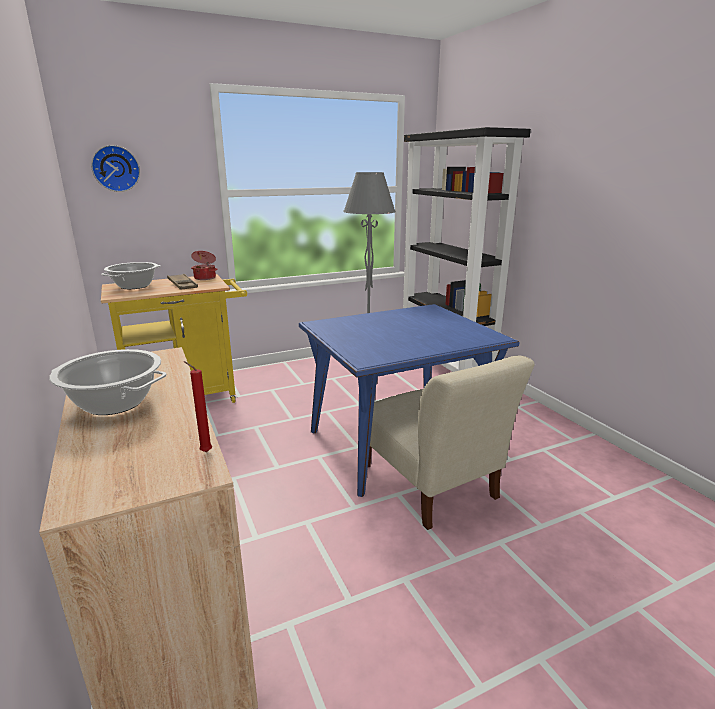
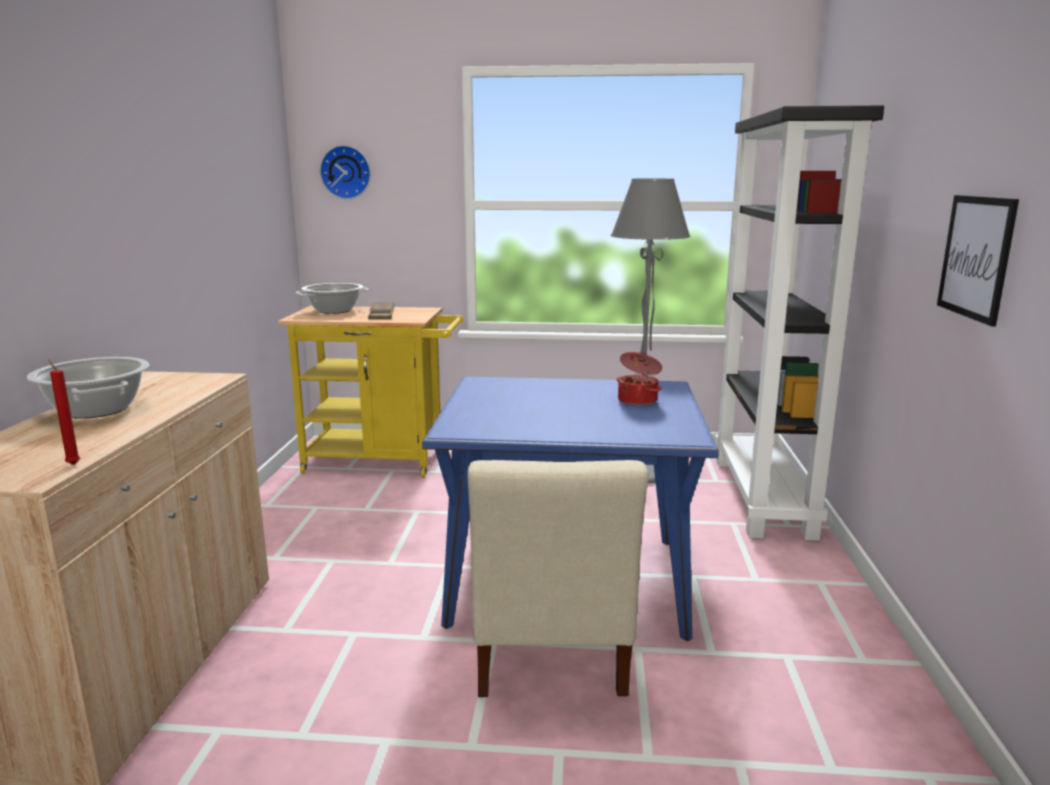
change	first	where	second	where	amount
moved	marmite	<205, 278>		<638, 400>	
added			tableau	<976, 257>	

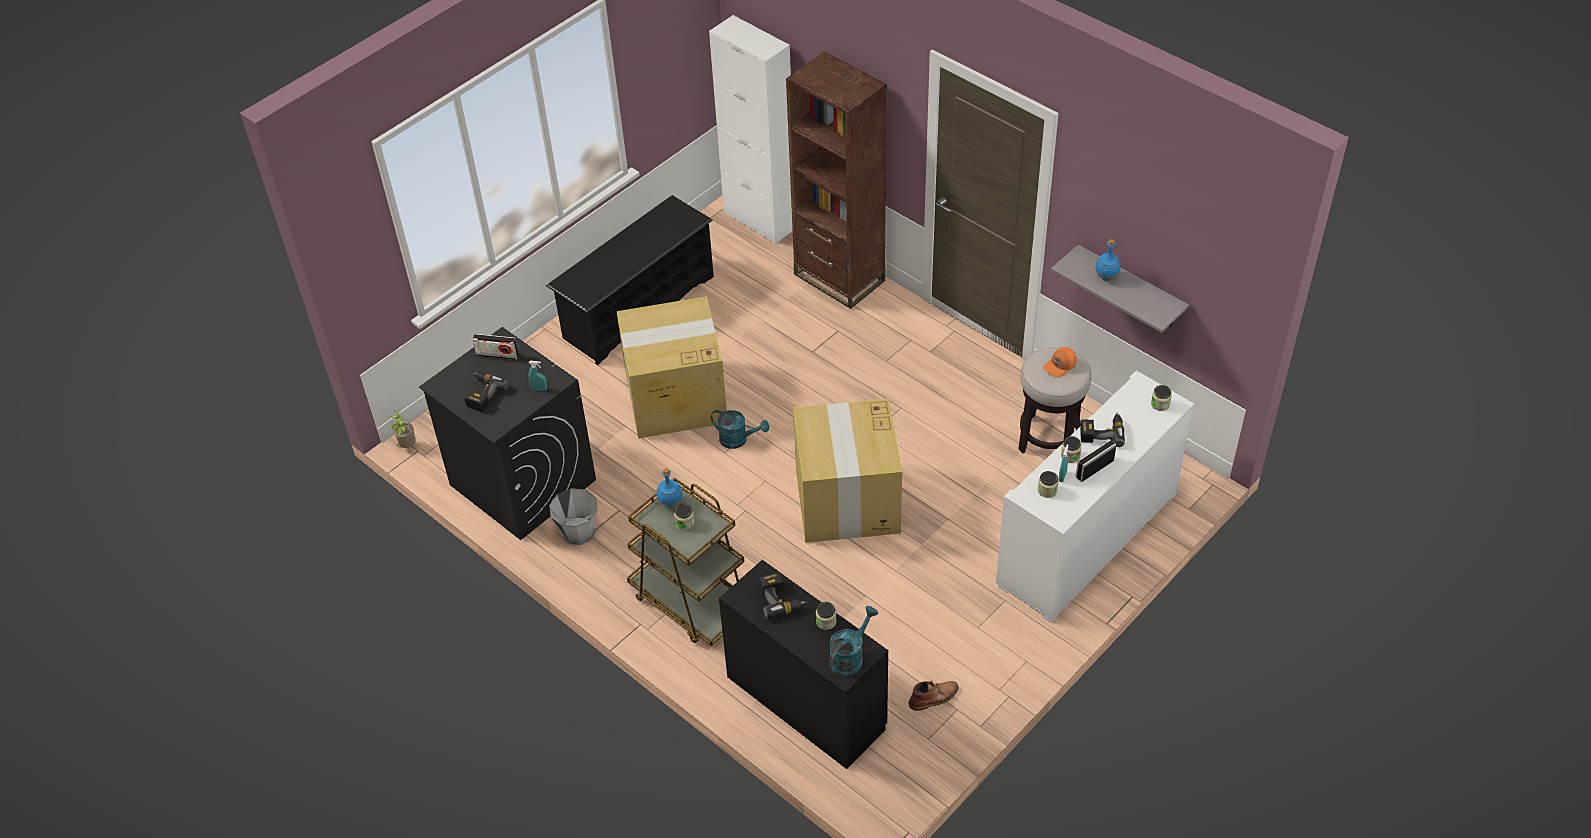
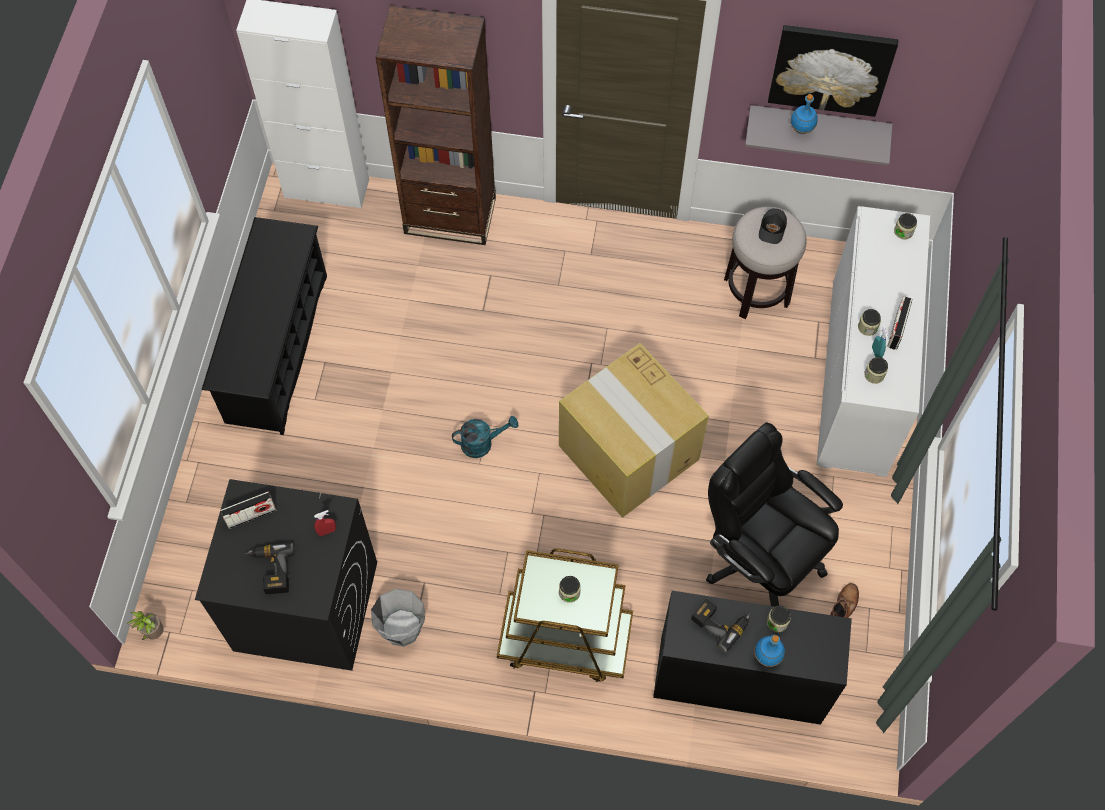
change	first	where	second	where	amount
removed	carton	<674, 398>			
recoloured	casquette/orange	<1060, 366>	casquette/noir	<773, 229>	
recoloured	vaporisateur/turquoise	<539, 389>	vaporisateur/rouge	<327, 531>	
removed	perceuse	<1101, 432>			
moved	bouteille/bleu	<670, 503>		<767, 656>	
removed	arrosoir/turquoise	<850, 657>			
added			tableau	<831, 68>	
added			chaise de bureau/noir	<760, 557>	

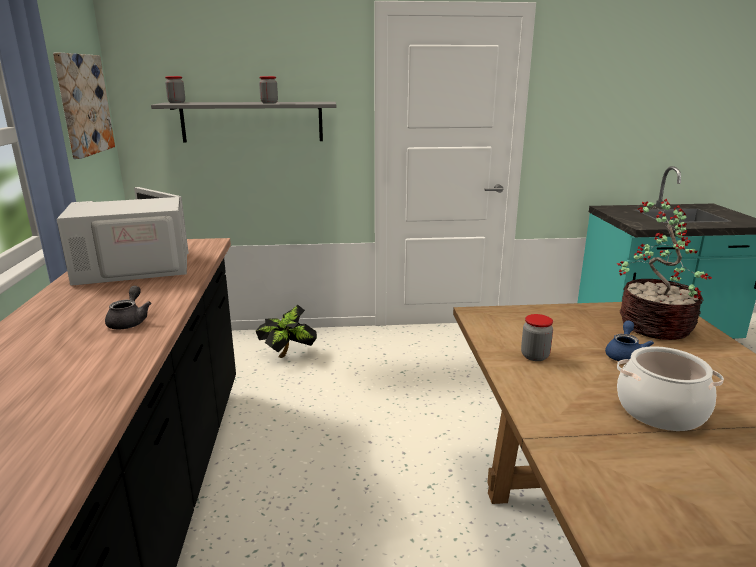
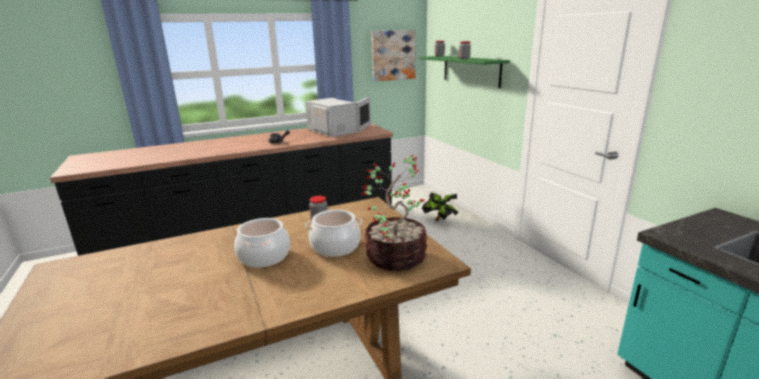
change	first	where	second	where	amount
recoloured	étagère/gris	<252, 122>	étagère/vert	<470, 70>	
replaced	théière/bleu	<624, 355>	marmite	<335, 246>	

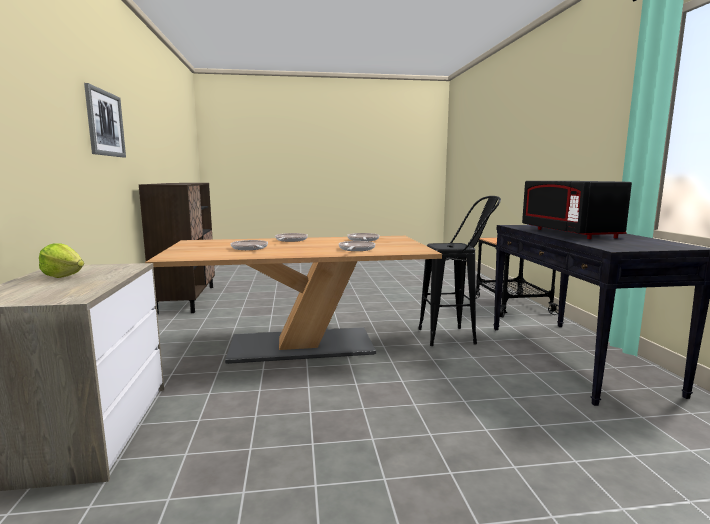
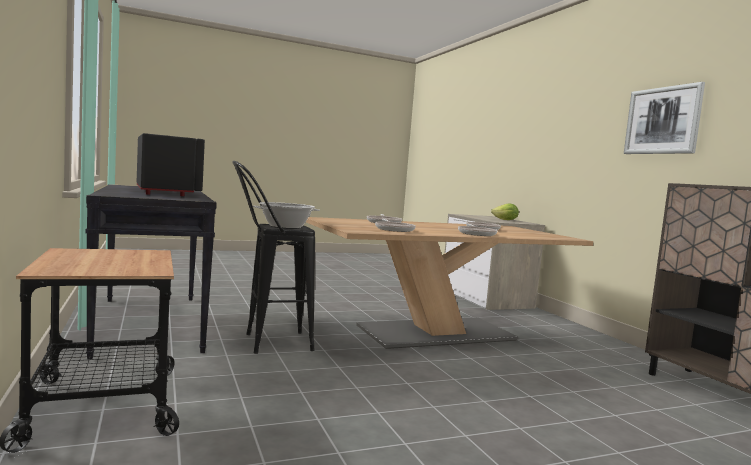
change	first	where	second	where	amount
added			marmite	<285, 226>	

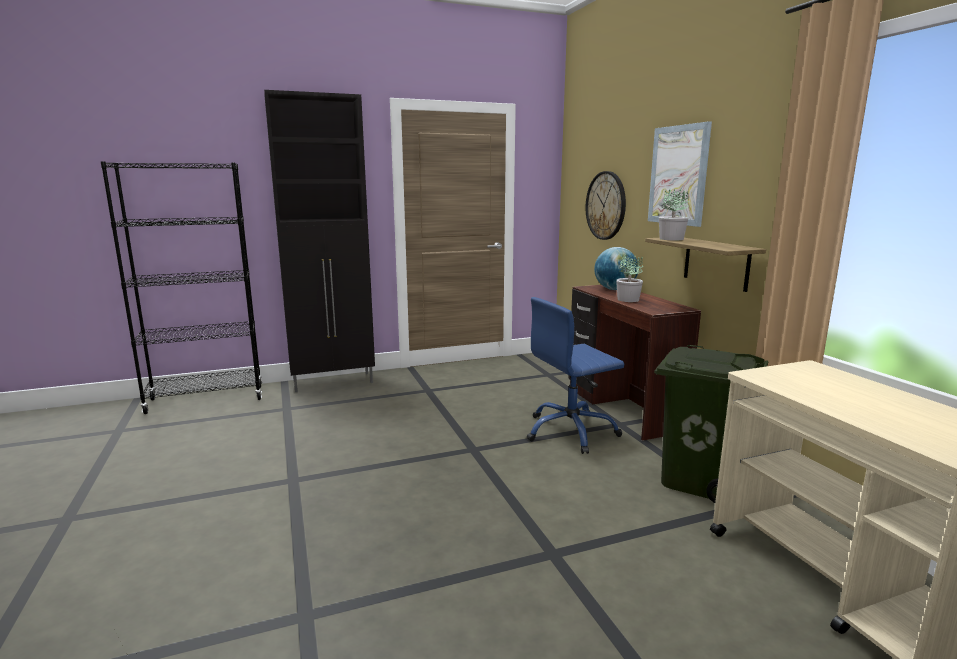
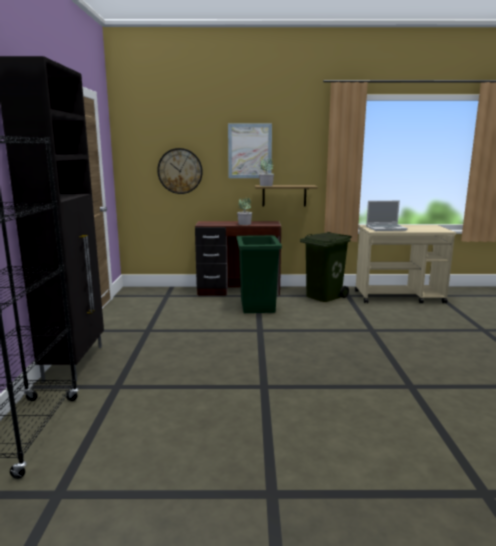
change	first	where	second	where	amount
removed	globe	<615, 289>			
replaced	chaise de bureau/bleu	<571, 431>	poubelle/vert	<257, 306>	
added			ordinateur portable	<386, 228>	

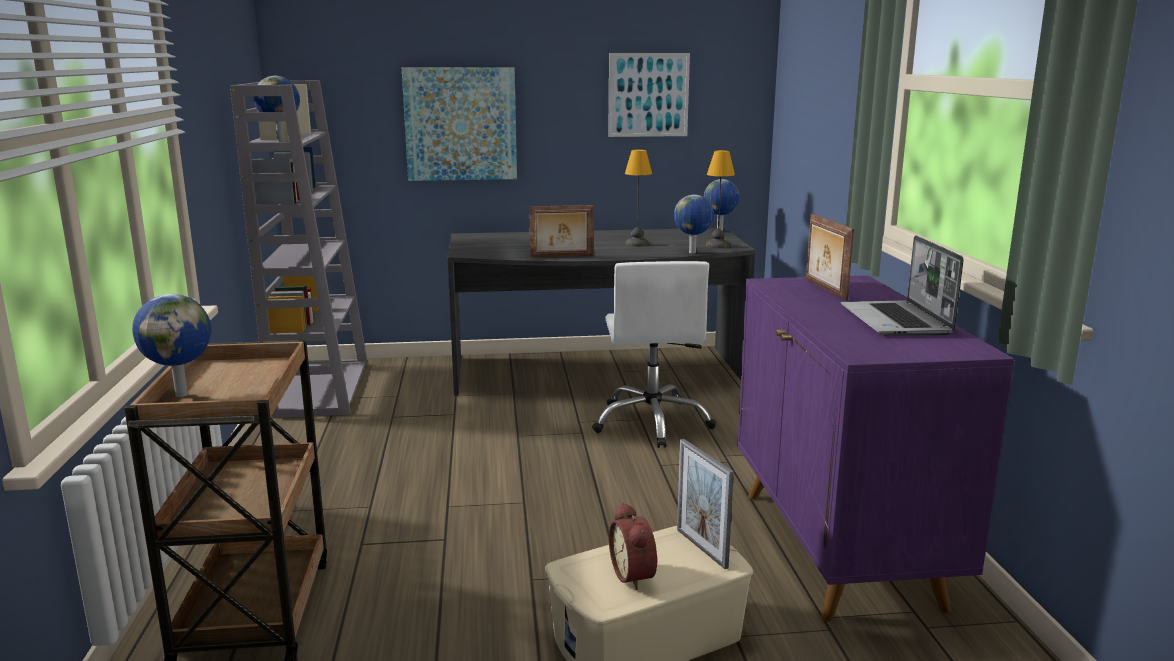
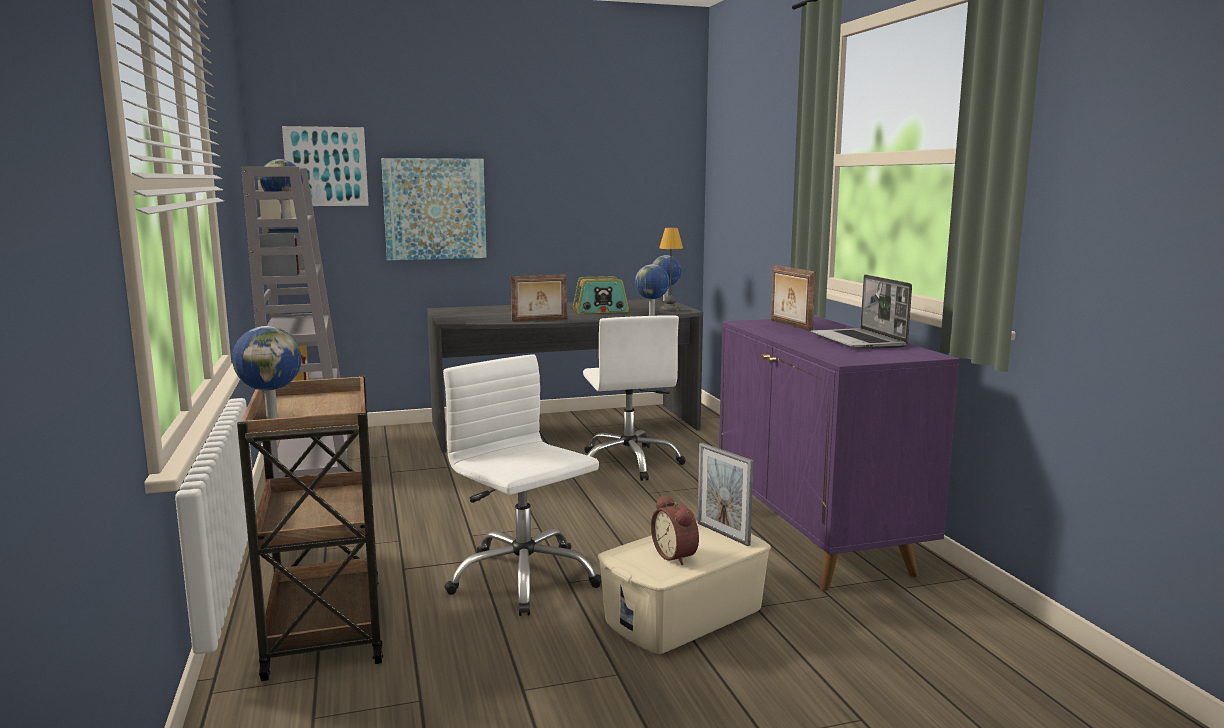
change	first	where	second	where	amount
moved	tableau	<648, 95>		<326, 166>	
replaced	lampe de table	<637, 244>	radio	<600, 310>	
added			chaise de bureau/blanc	<523, 578>	

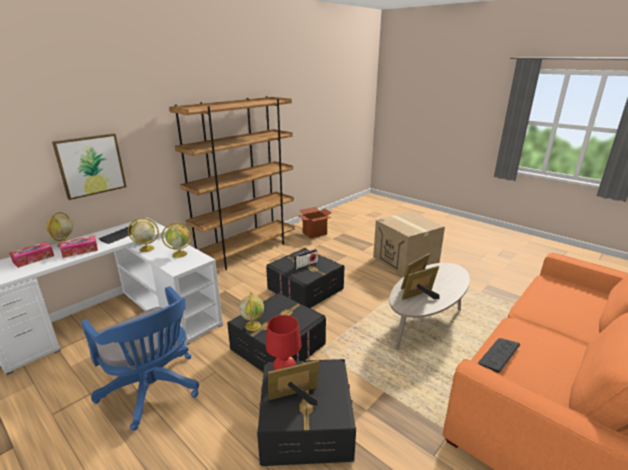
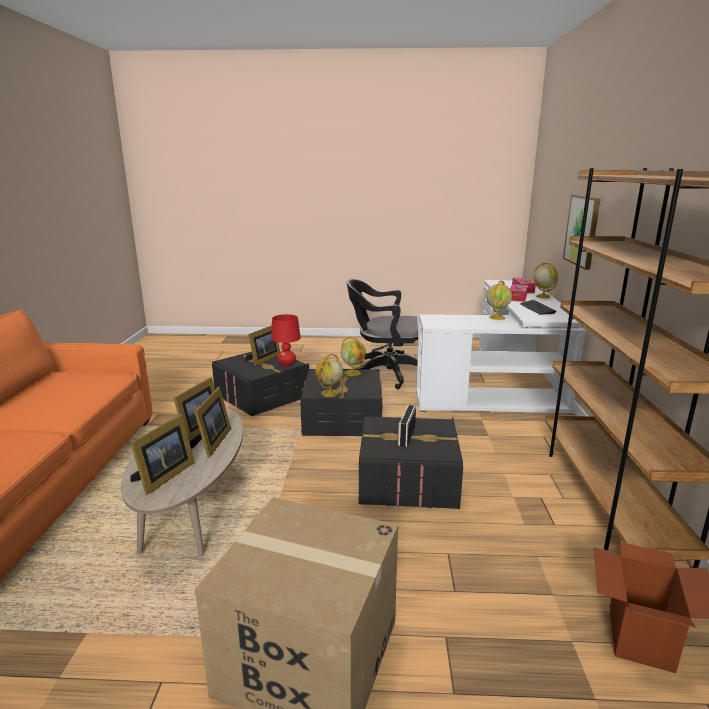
change	first	where	second	where	amount
moved	globe	<180, 254>		<329, 393>	
recoloured	chaise de bureau/bleu	<153, 390>	chaise de bureau/noir	<384, 373>	
removed	clavier	<499, 355>			
added			cadre photo	<163, 477>	

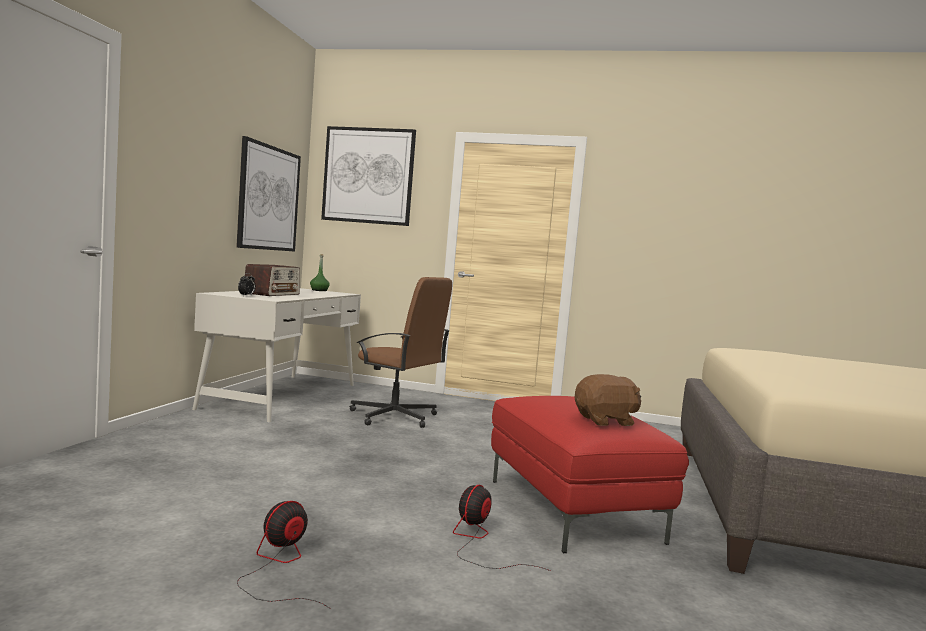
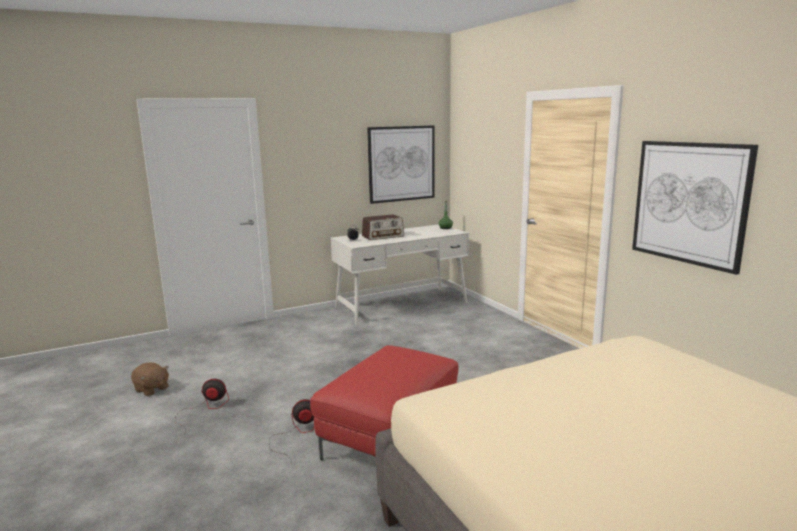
change	first	where	second	where	amount
moved	tableau	<368, 176>		<689, 203>	
removed	chaise de bureau/marron	<395, 417>			
moved	peluche/marron	<606, 421>		<151, 389>	

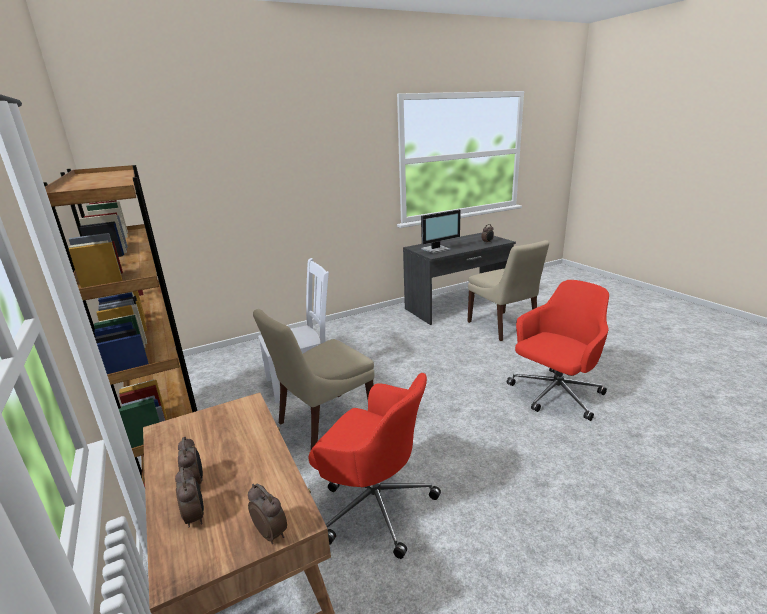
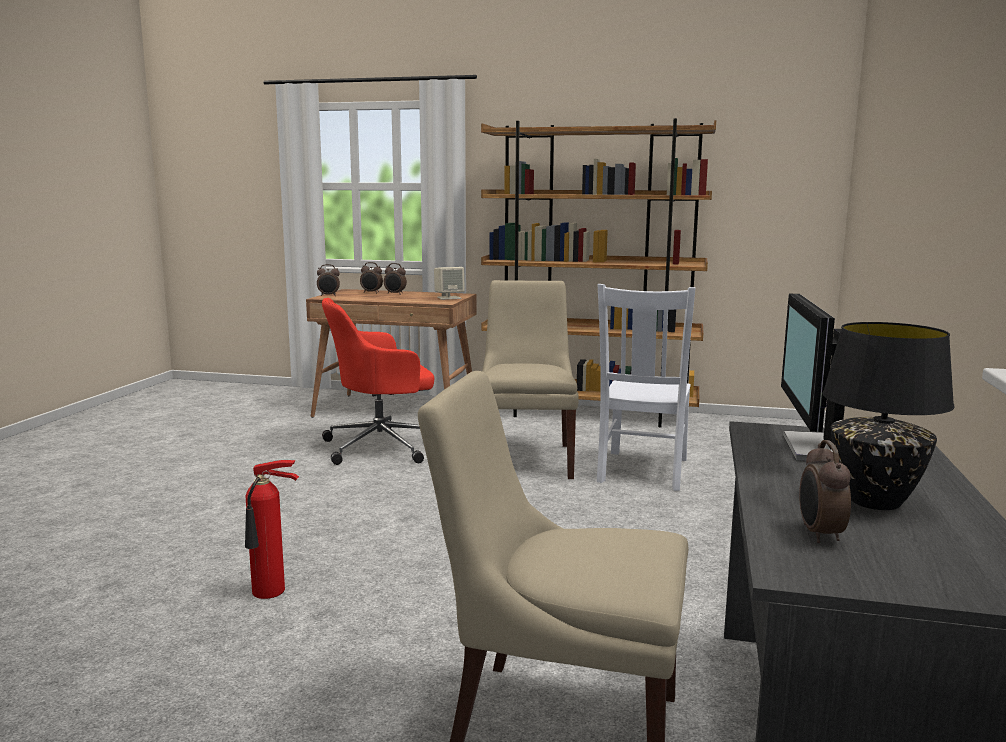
change	first	where	second	where	amount
replaced	chaise de bureau/rouge	<555, 395>	extincteur	<270, 593>	
added			enceinte/beige	<449, 298>	
added			lampe de table/noir	<875, 501>	

